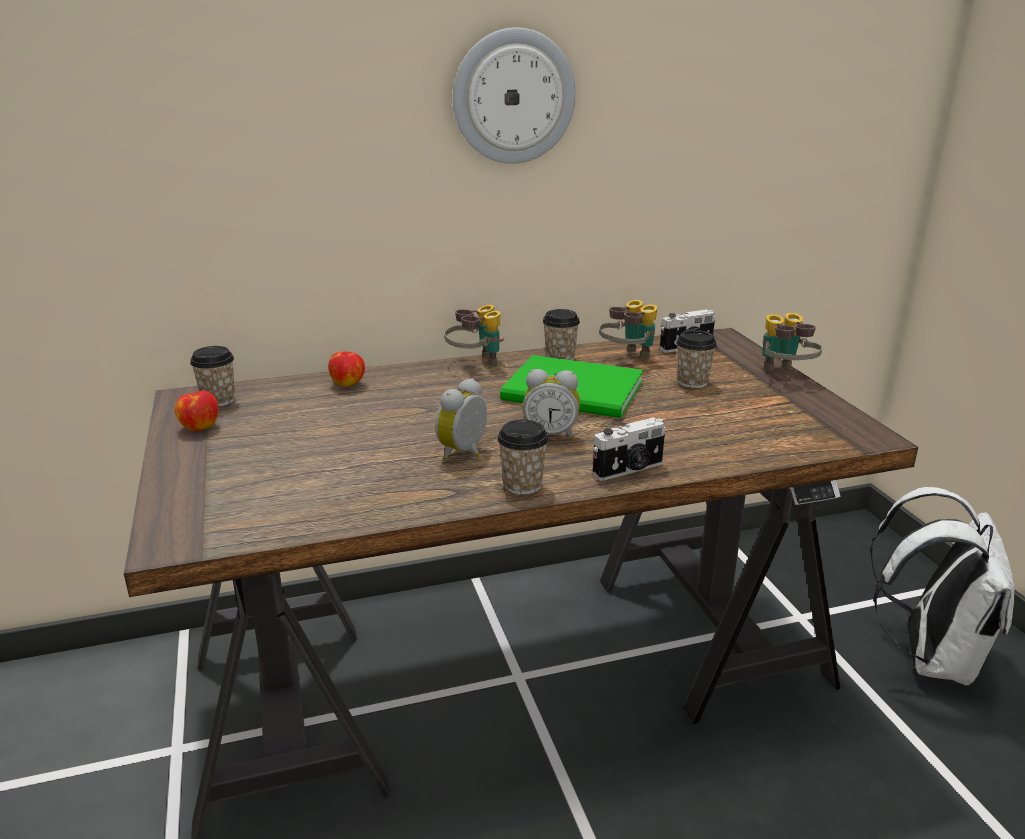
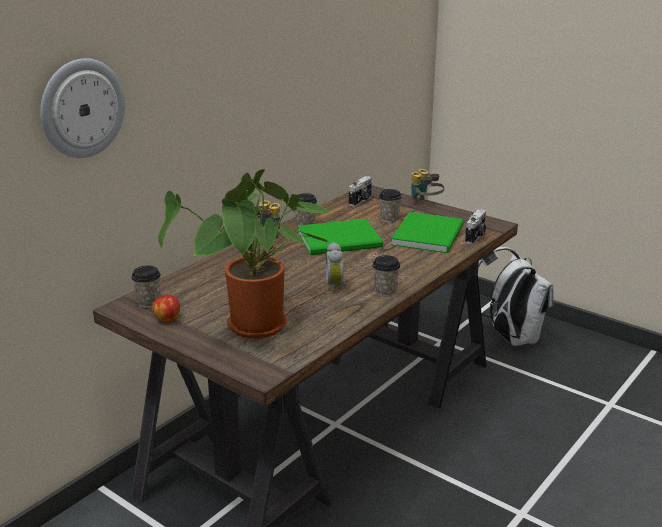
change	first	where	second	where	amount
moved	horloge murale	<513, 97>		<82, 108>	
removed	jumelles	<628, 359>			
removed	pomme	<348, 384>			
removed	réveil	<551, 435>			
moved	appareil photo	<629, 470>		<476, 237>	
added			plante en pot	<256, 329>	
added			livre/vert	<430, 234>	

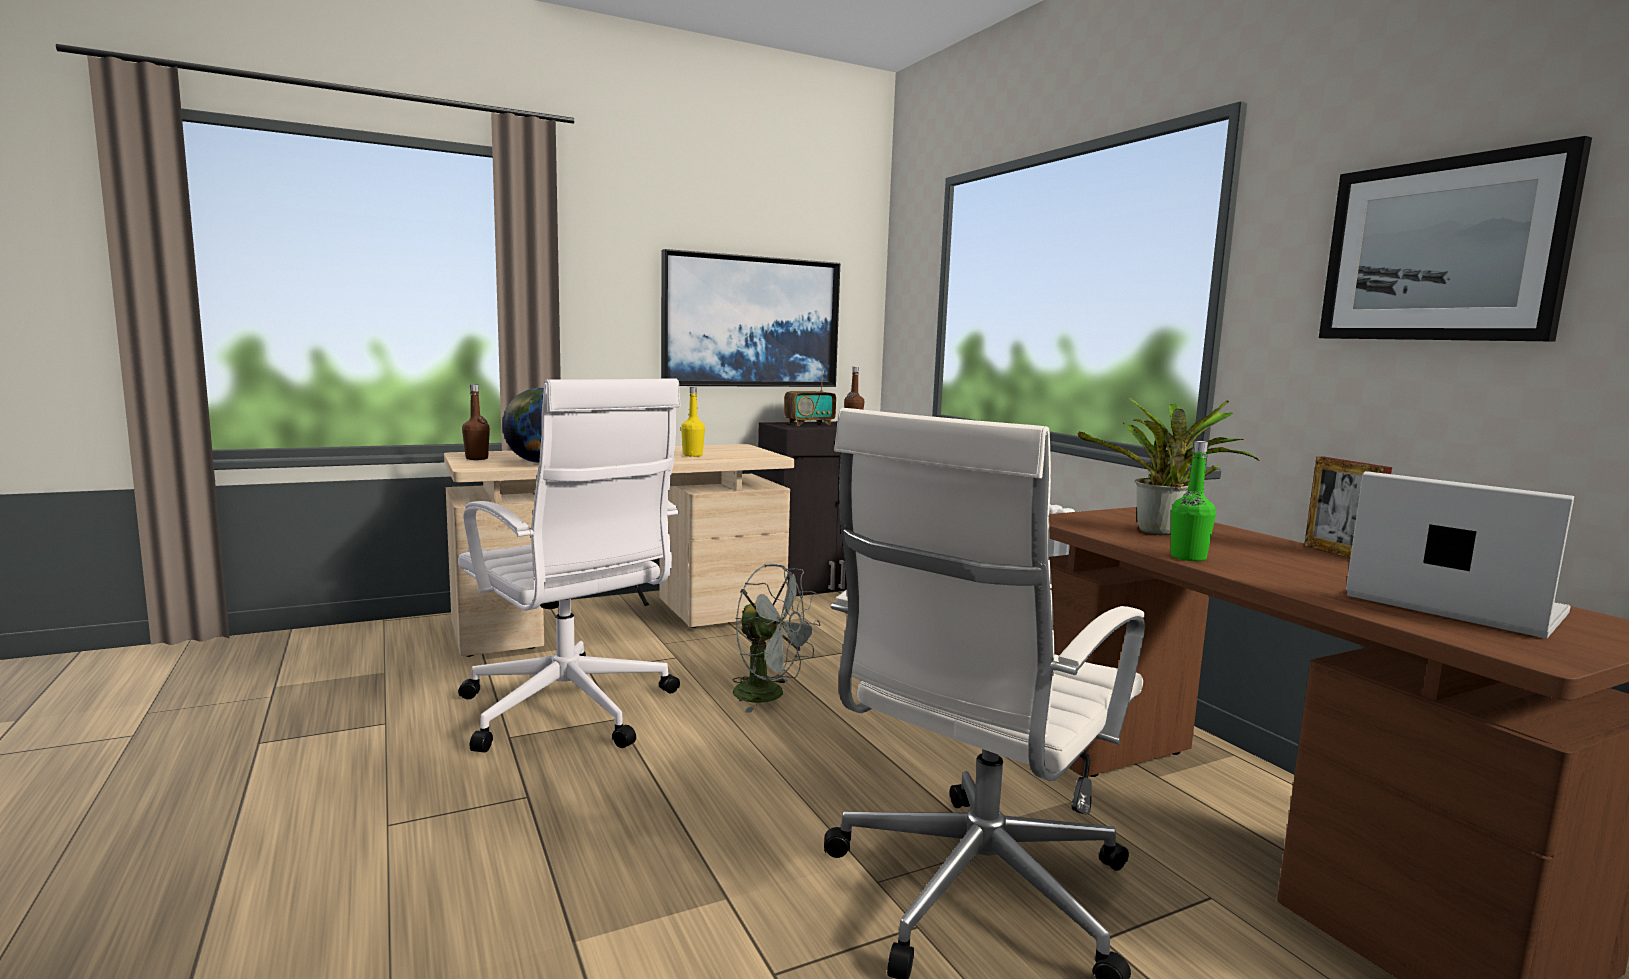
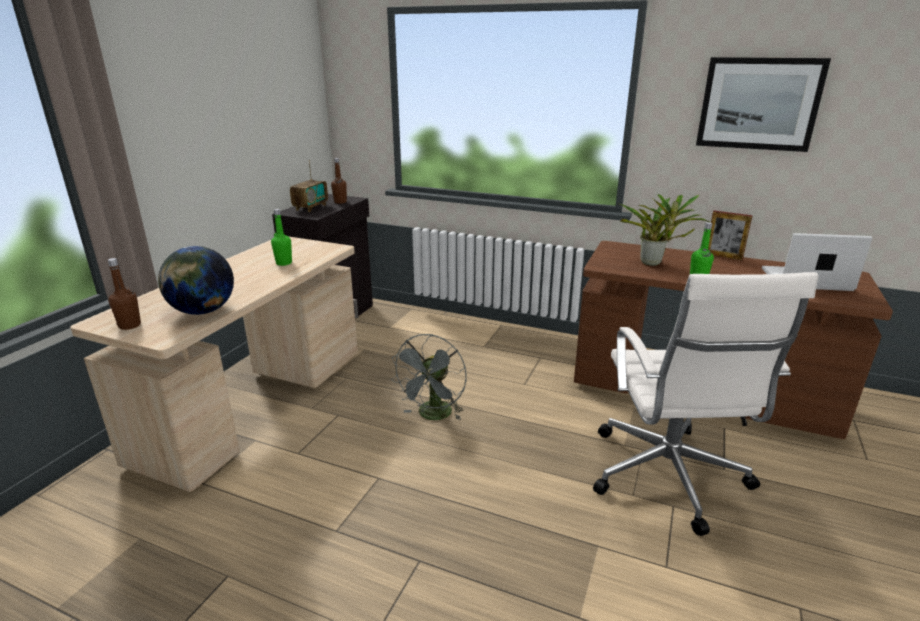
change	first	where	second	where	amount
removed	tableau	<751, 322>			
removed	chaise de bureau/blanc	<570, 711>			
recoloured	bouteille/jaune	<692, 455>	bouteille/vert	<284, 263>	
turned	ventilateur/gris	<769, 695>		<433, 416>	120 degrees clockwise

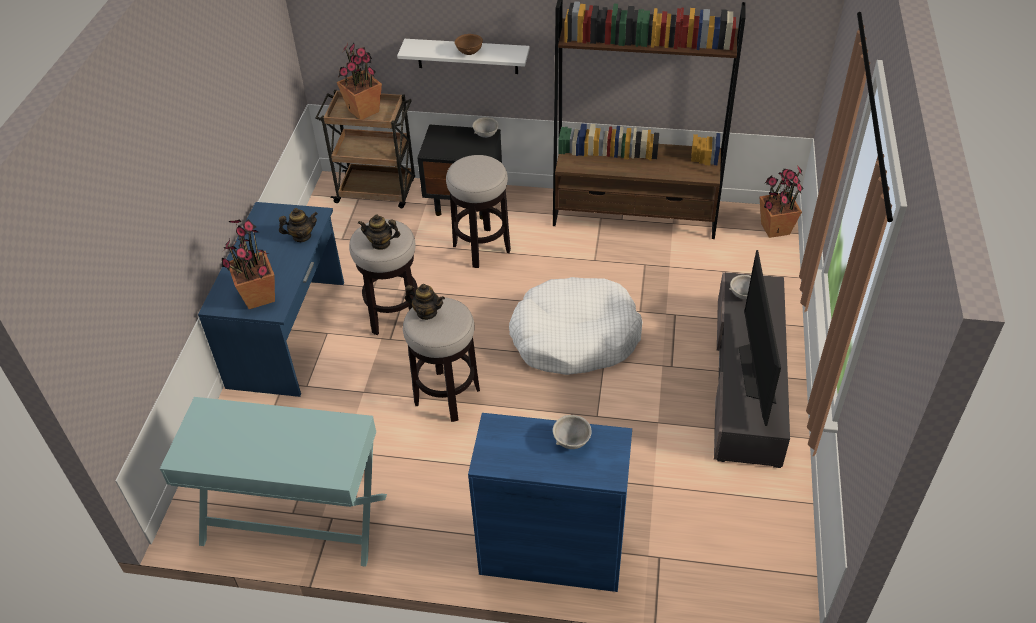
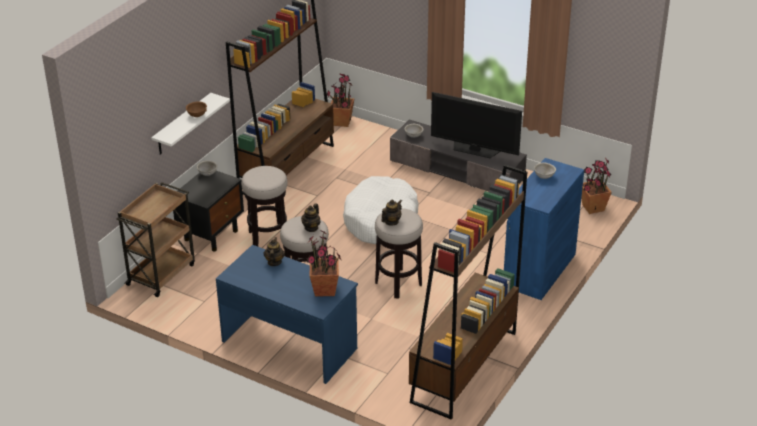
change	first	where	second	where	amount
moved	plante en pot	<364, 111>		<593, 207>	
replaced	table console/turquoise	<294, 520>	bibliothèque/marron	<463, 367>	

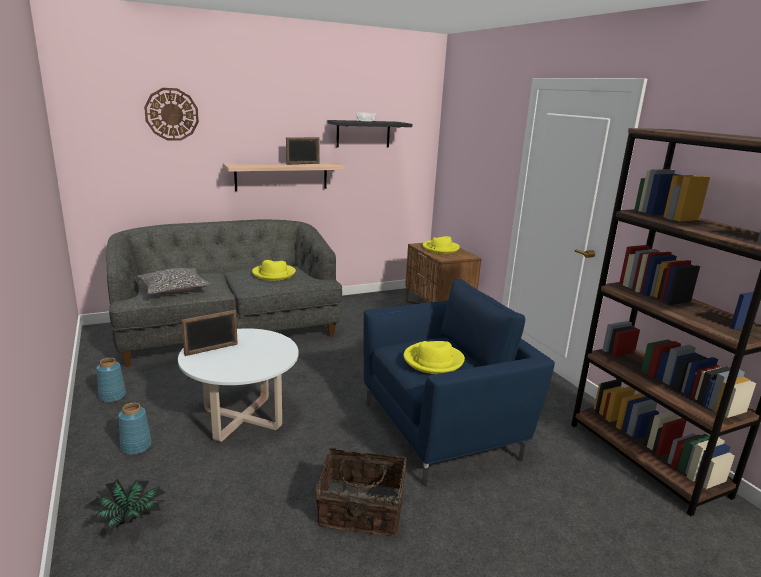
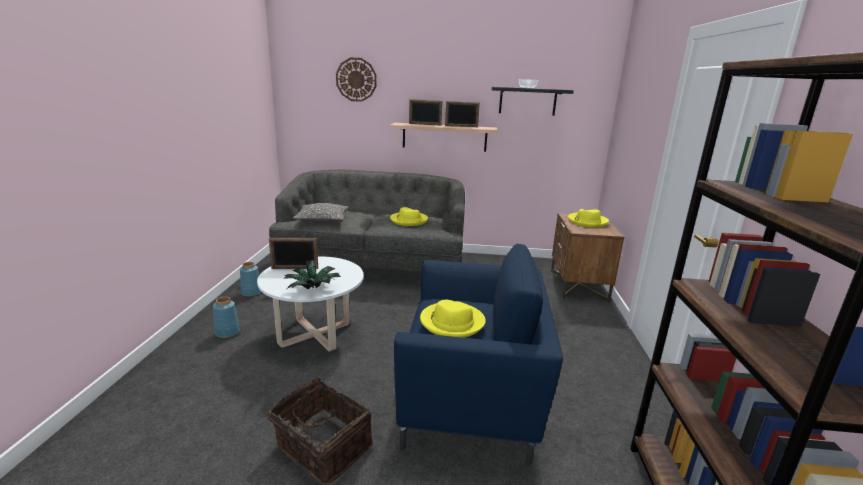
change	first	where	second	where	amount
moved	plante en pot	<129, 520>		<313, 289>	
added			cadre photo	<425, 124>	

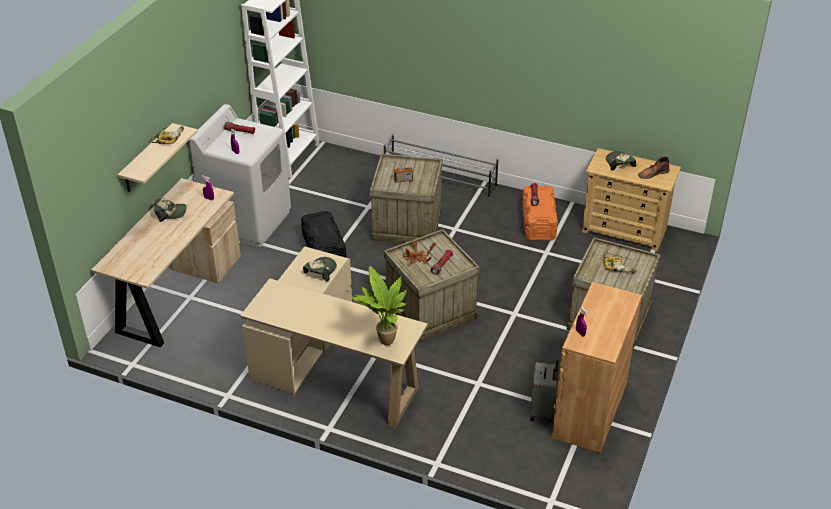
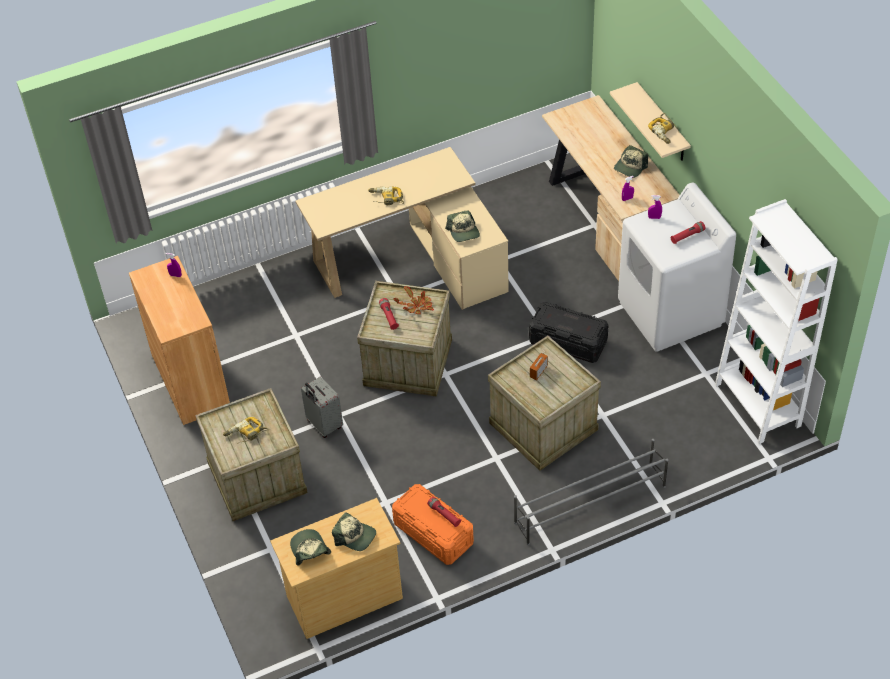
change	first	where	second	where	amount
replaced	botte/marron	<653, 173>	casquette	<309, 550>	
removed	plante en pot	<384, 341>			
moved	valise/gris	<543, 411>		<323, 425>	
added			perceuse	<386, 199>	

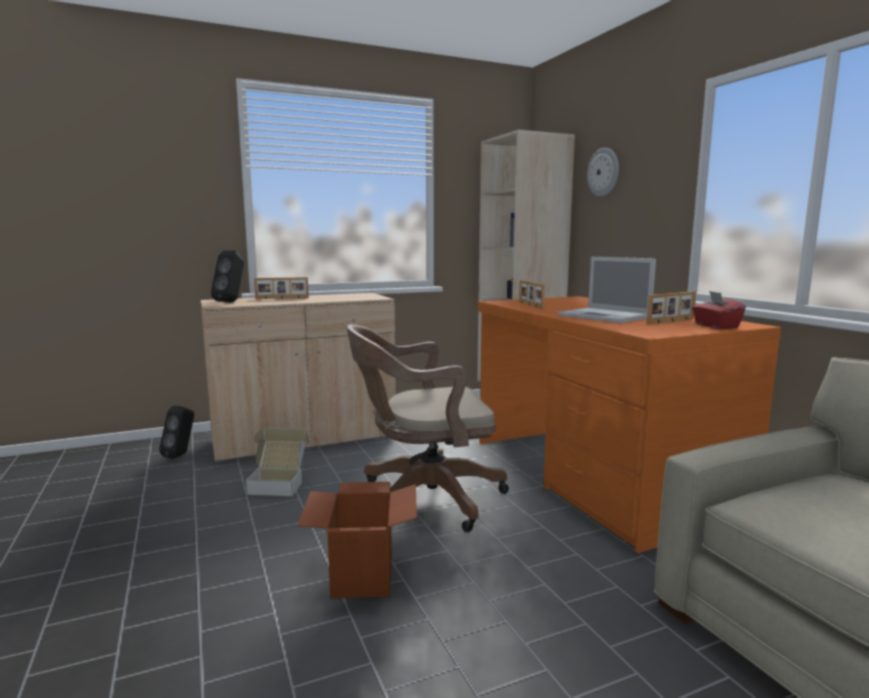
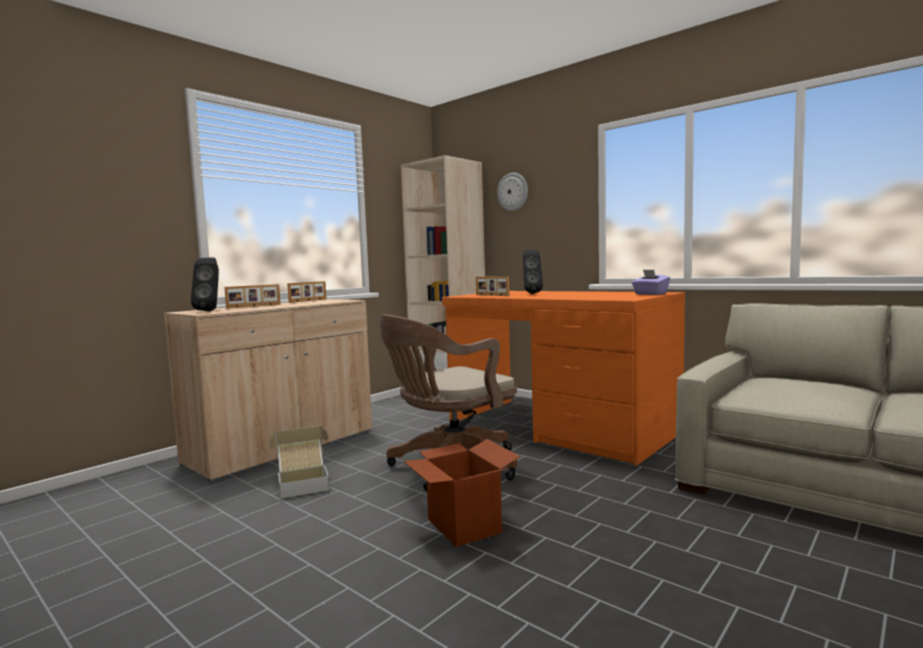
change	first	where	second	where	amount
removed	ordinateur portable	<605, 316>			
moved	cadre photo	<671, 321>		<308, 301>	
recoloured	boîte à mouchoirs/rouge	<715, 326>	boîte à mouchoirs/violet	<650, 294>	
moved	enceinte/noir	<181, 455>		<531, 293>	

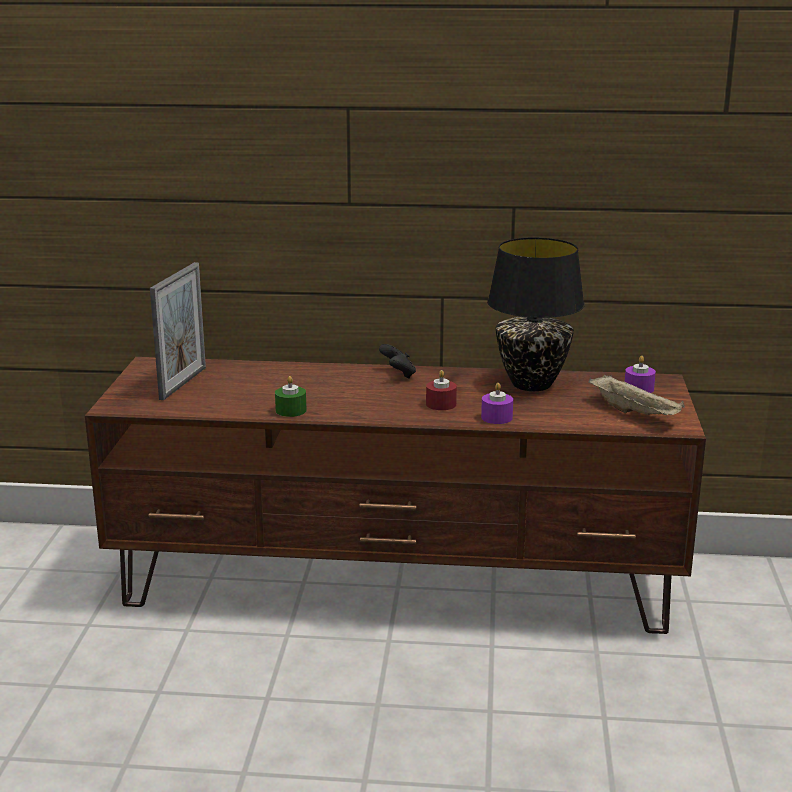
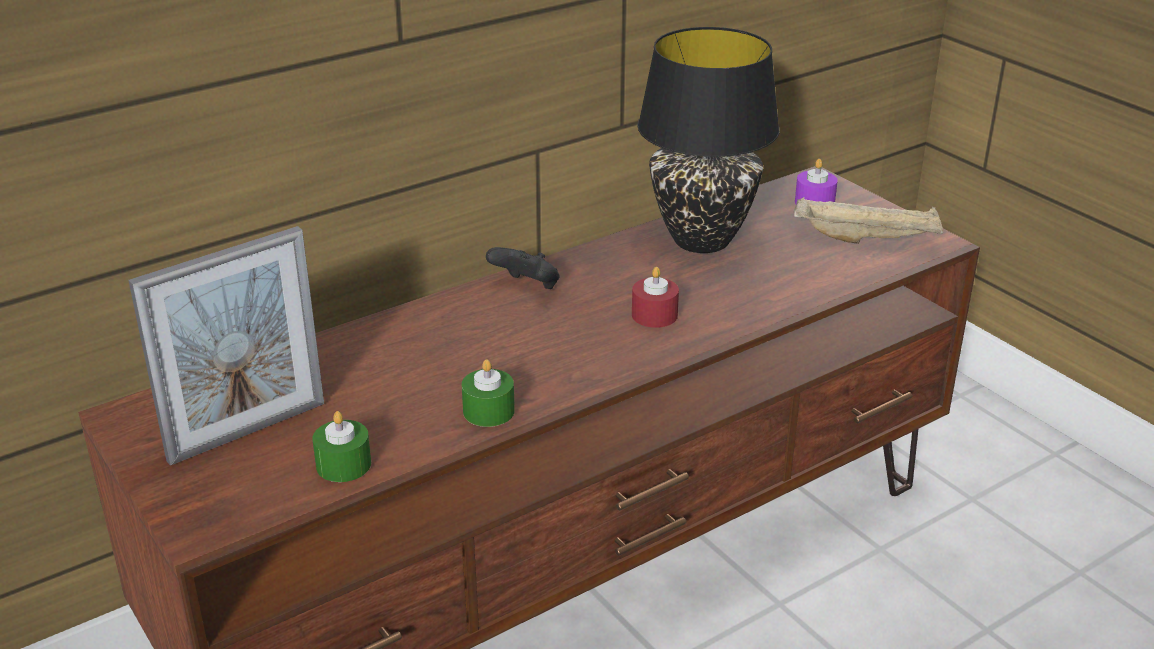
change	first	where	second	where	amount
turned	cadre photo	<183, 383>		<247, 431>	75 degrees clockwise
removed	bougie/violet	<496, 417>			
added			bougie/vert	<343, 464>	

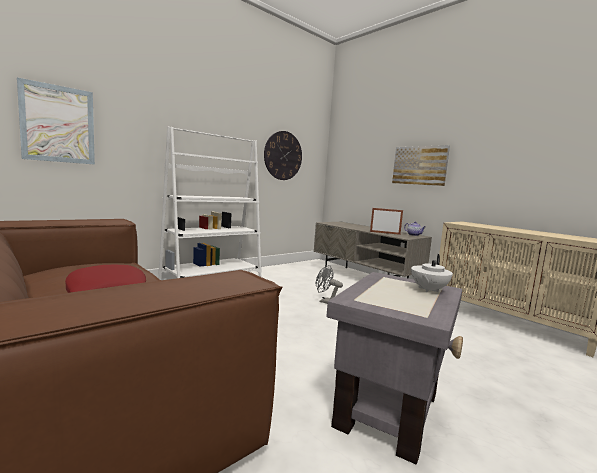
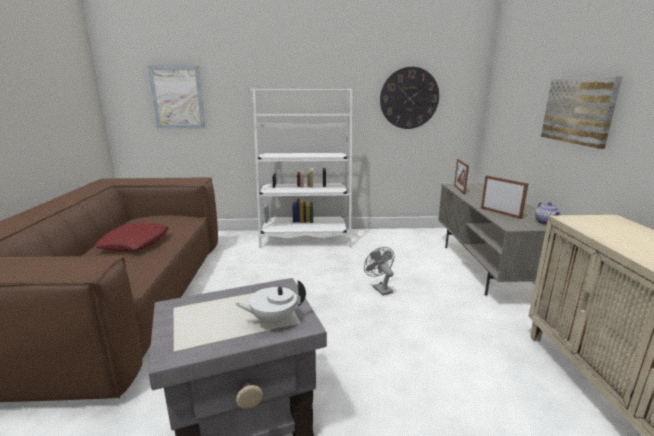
change	first	where	second	where	amount
added			cadre photo	<459, 189>	

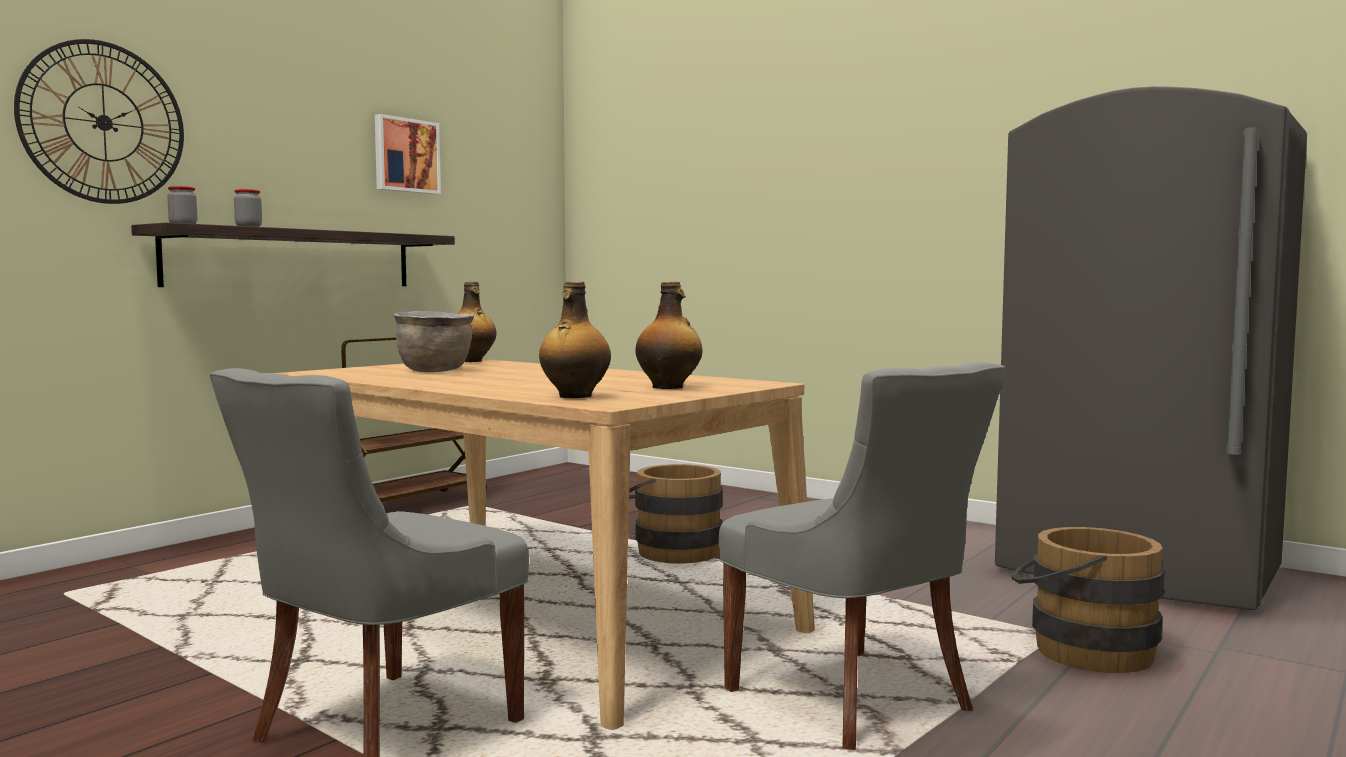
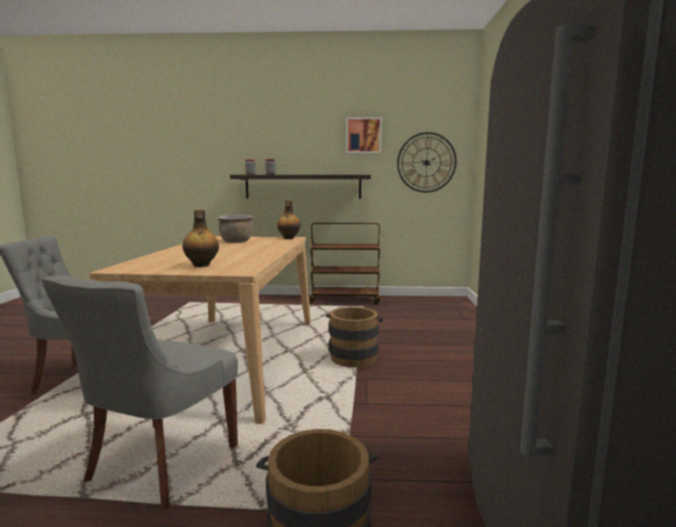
change	first	where	second	where	amount
moved	horloge murale	<103, 122>		<426, 162>	
removed	bouteille	<574, 396>			

